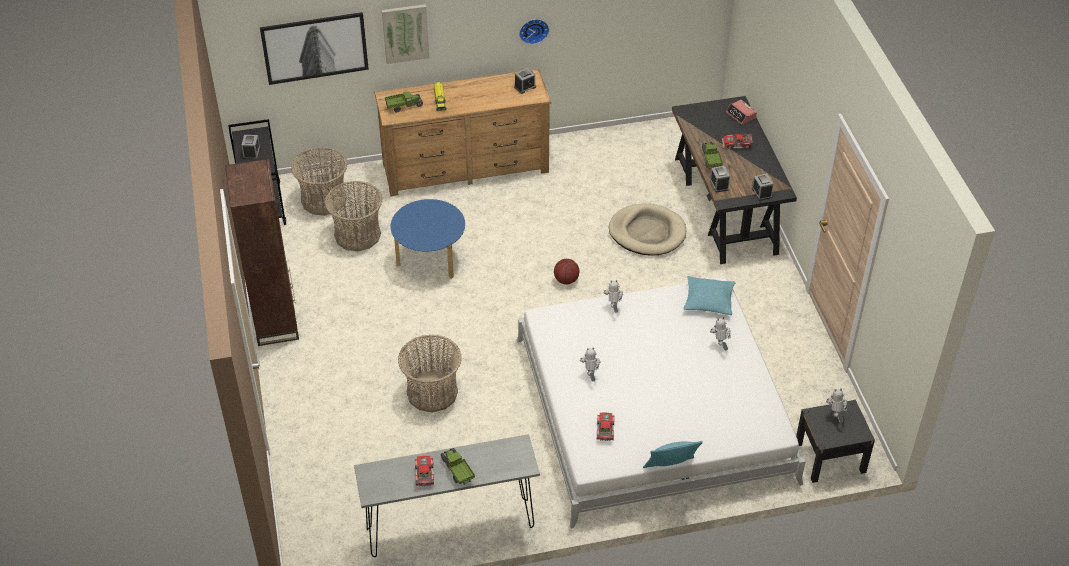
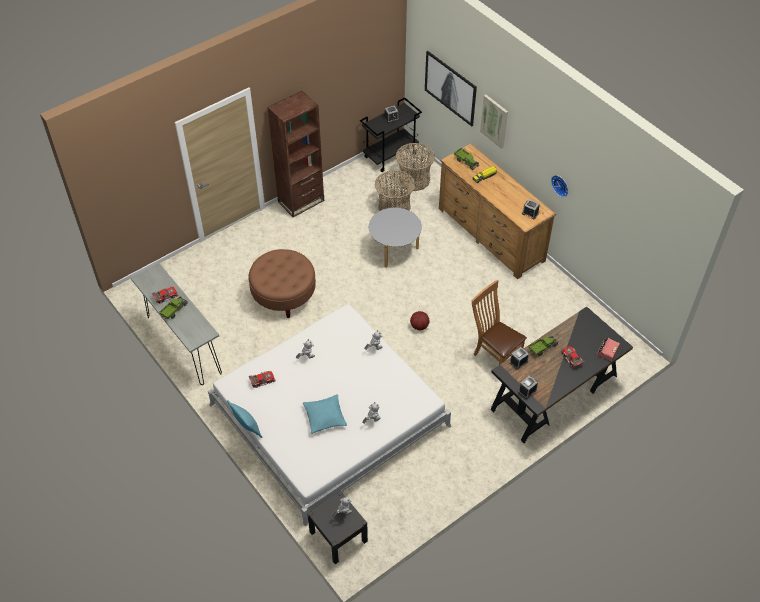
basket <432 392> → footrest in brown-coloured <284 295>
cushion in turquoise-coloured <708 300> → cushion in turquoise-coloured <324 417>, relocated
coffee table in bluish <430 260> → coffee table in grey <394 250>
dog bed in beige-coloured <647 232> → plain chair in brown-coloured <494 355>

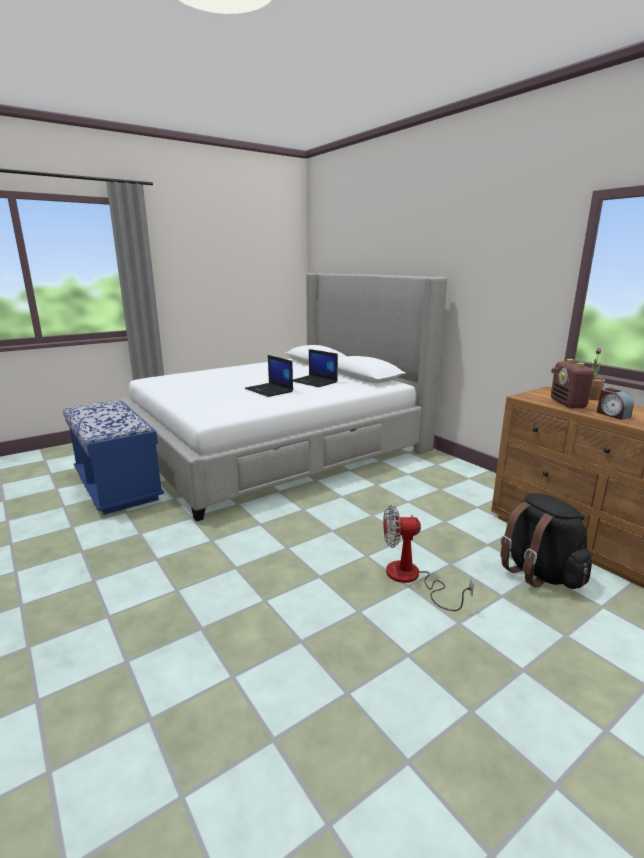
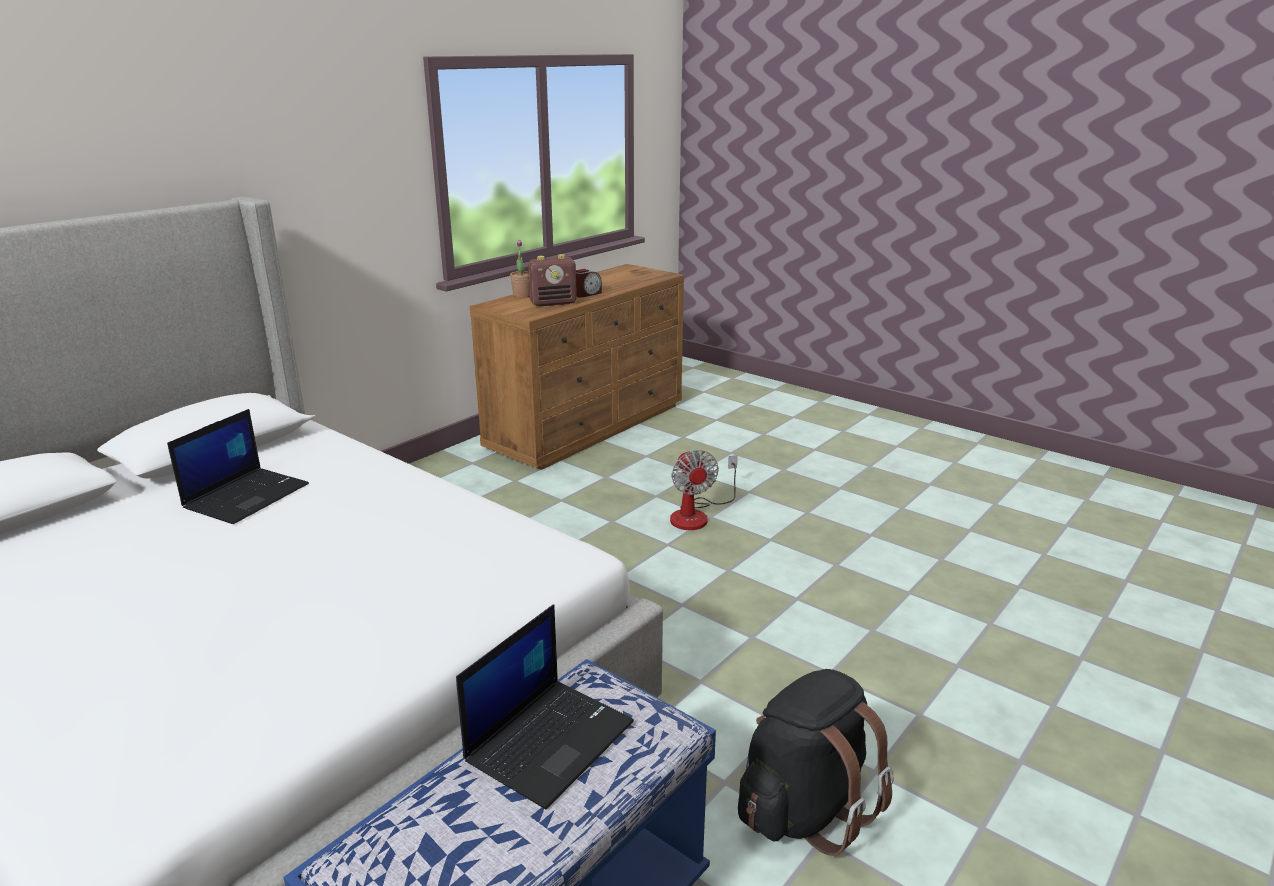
portable computer <269 390> → portable computer <550 739>, relocated
backpack in blackish <539 573> → backpack in blackish <804 809>, relocated

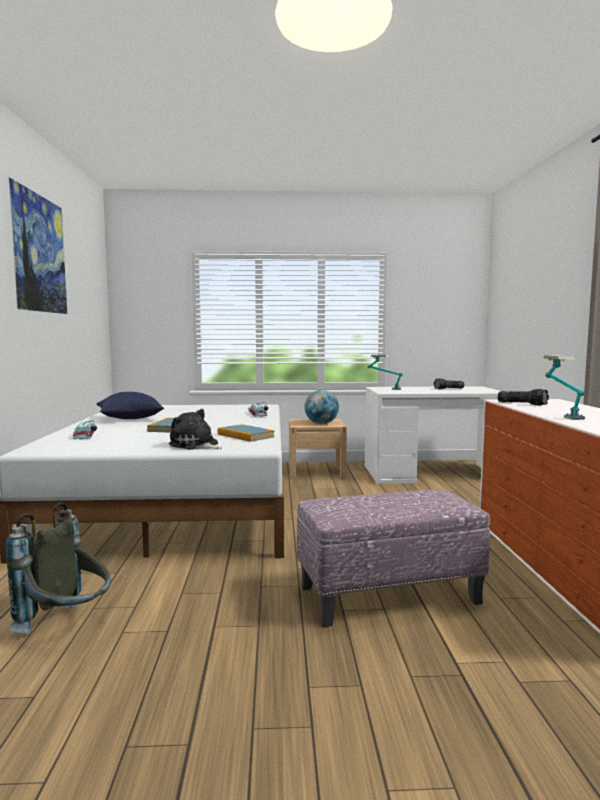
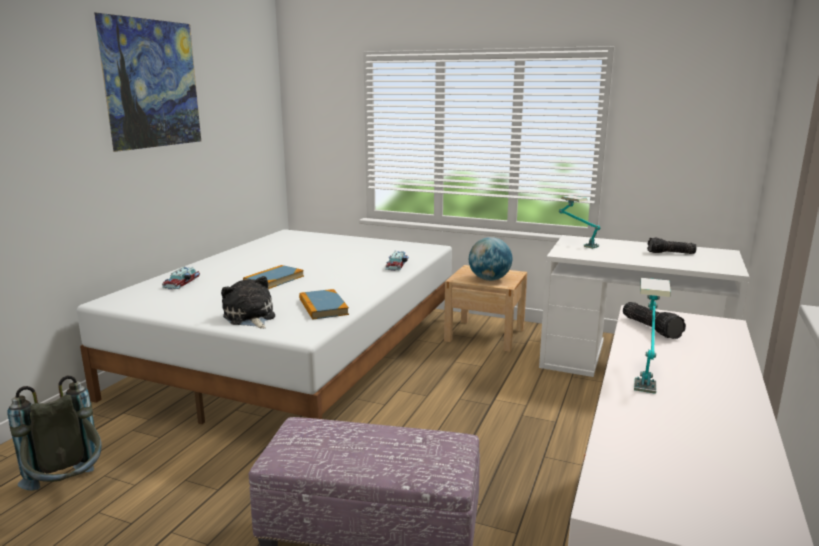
cushion in bluish <129 419> → -

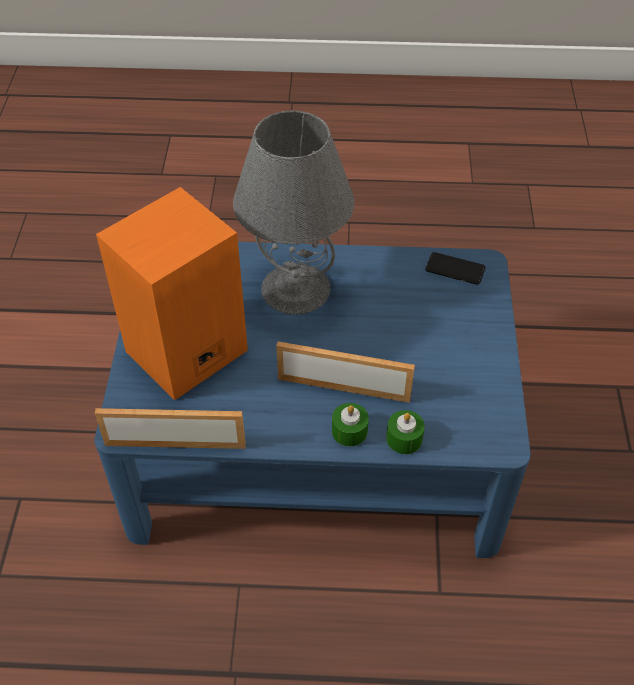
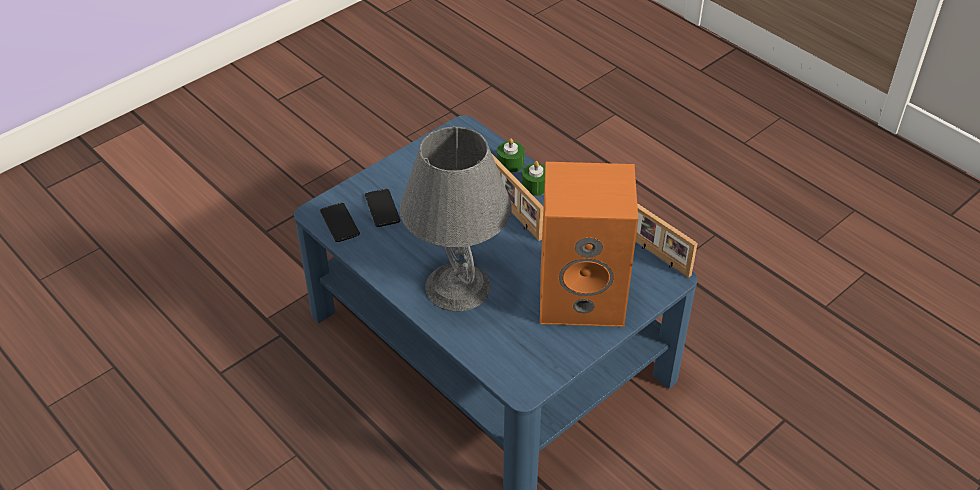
- → telephone <382 208>

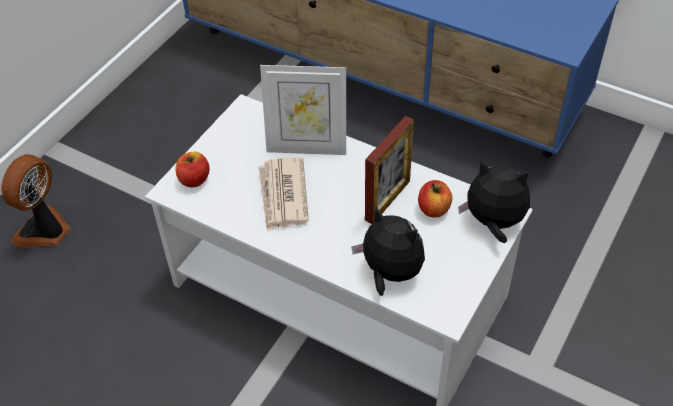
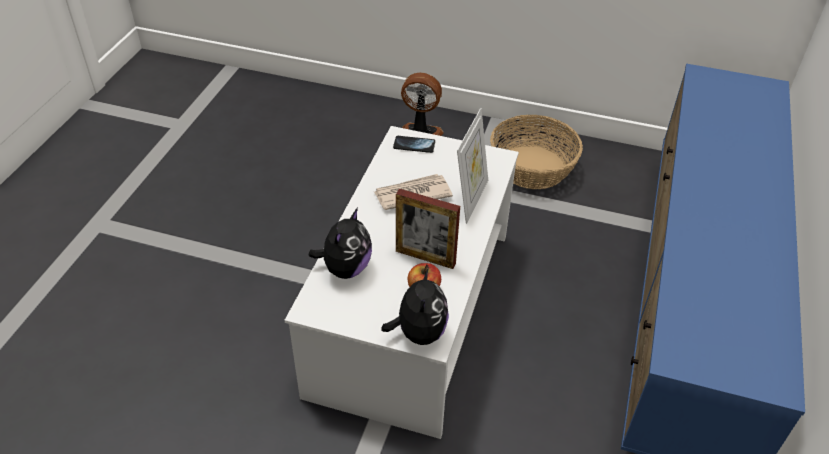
apple <194 179> → telephone <414 145>
standing frame <307 147> → standing frame <470 199>, 150 degrees counterclockwise
- → basket <533 167>

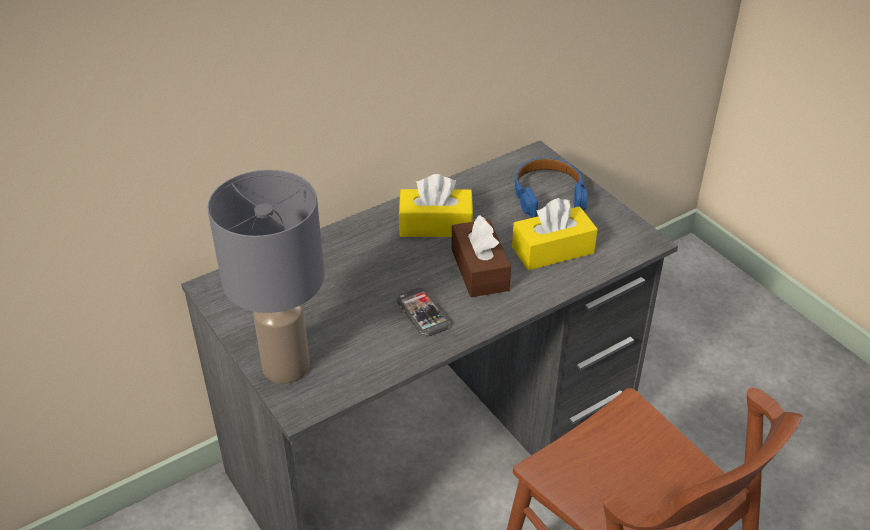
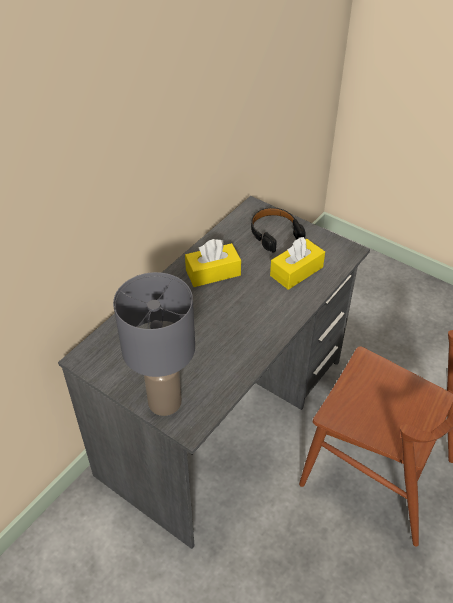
headset in bluish <548 195> → headset in blackish <274 233>
telephone <422 313> → -
box of tissues in brown-coloured <479 269> → -

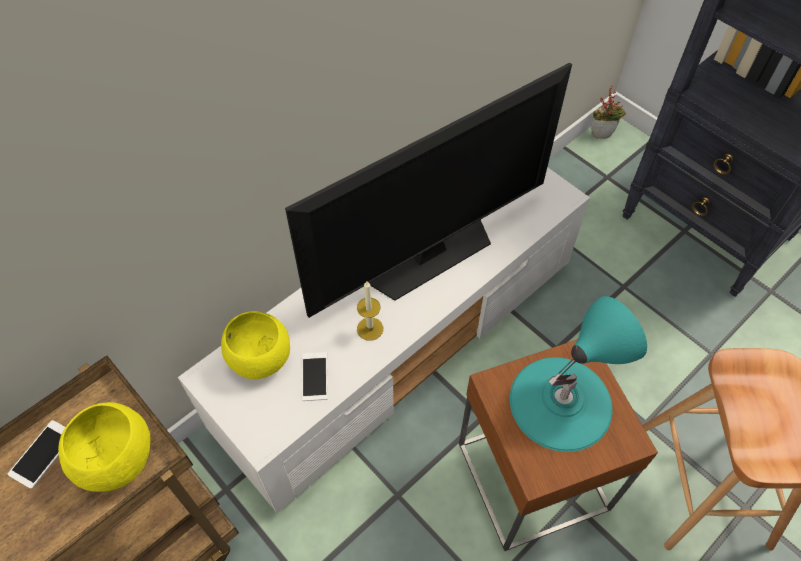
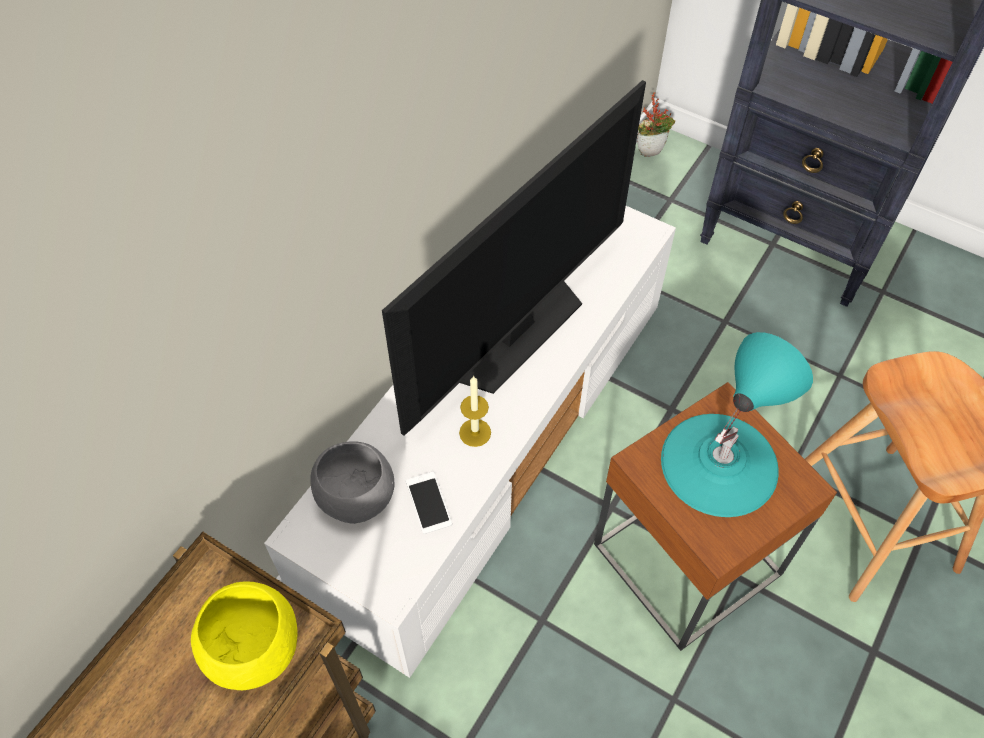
serving bowl in yellow-coloured <260 358> → serving bowl in grey <357 497>
telephone <42 454> → -

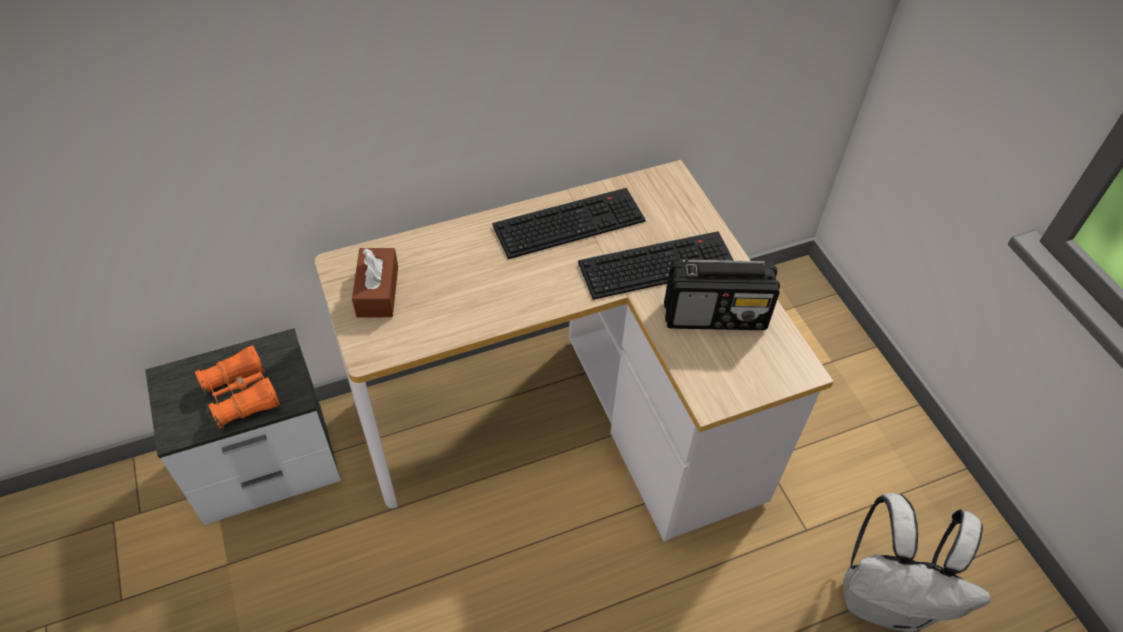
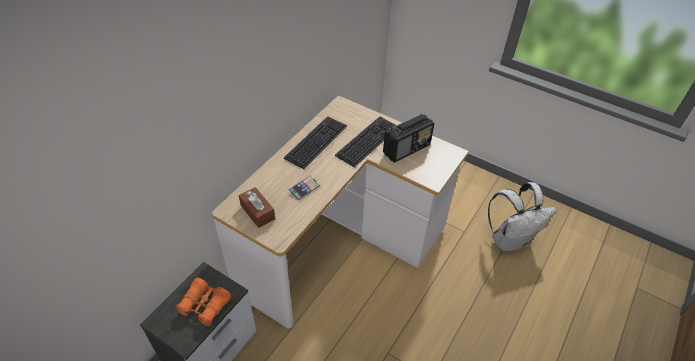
- → telephone <304 189>

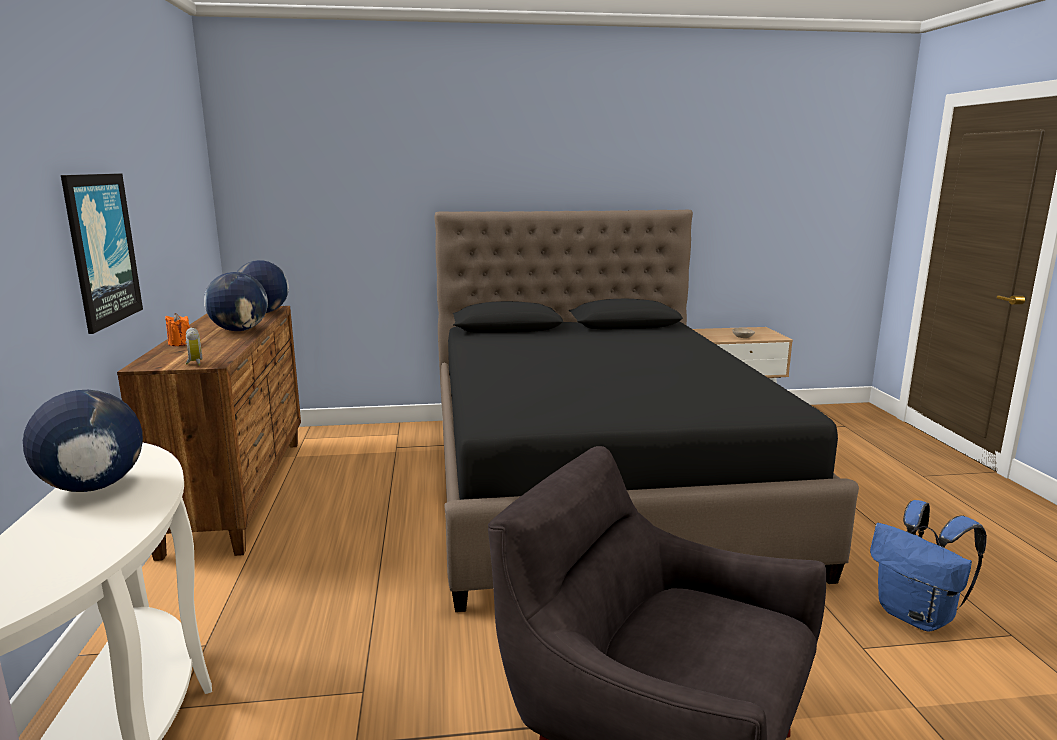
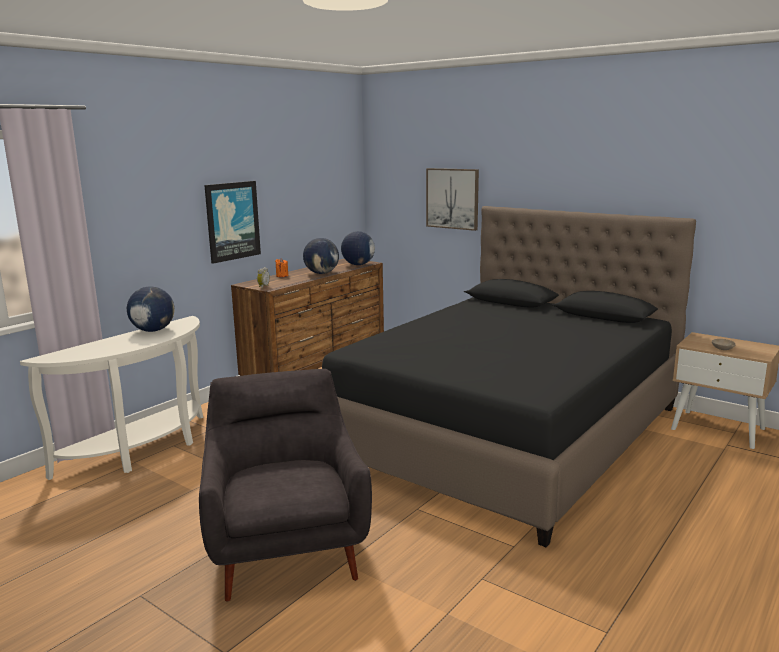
- → wall picture <452 198>
backpack in bluish <917 616> → -

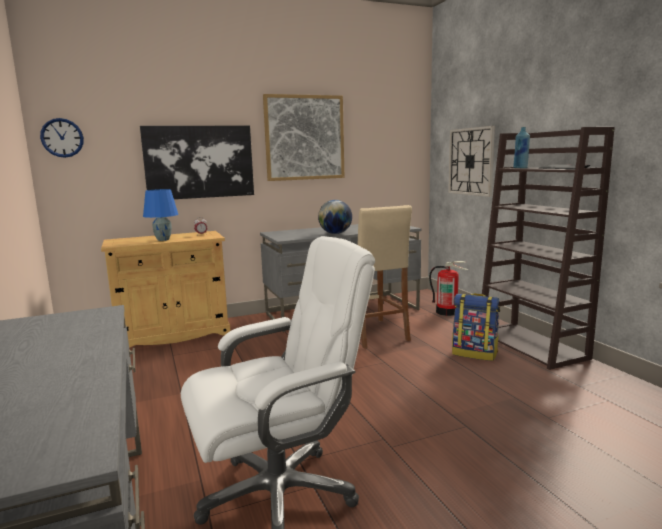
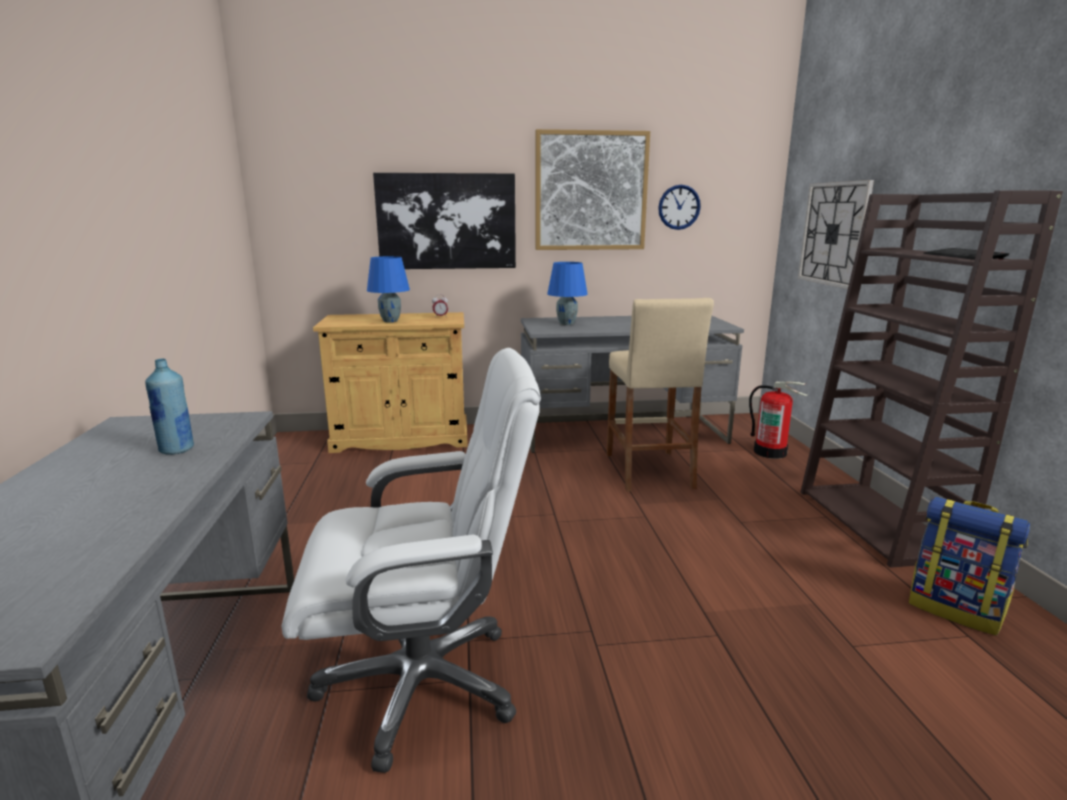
beverage bottle in bluish <520 168> → beverage bottle in bluish <176 450>, relocated
- → lamp for a table in bluish <567 323>
wall clock <62 138> → wall clock <679 207>, relocated
backpack <475 353> → backpack <956 609>, relocated
world globe <335 233> → -

